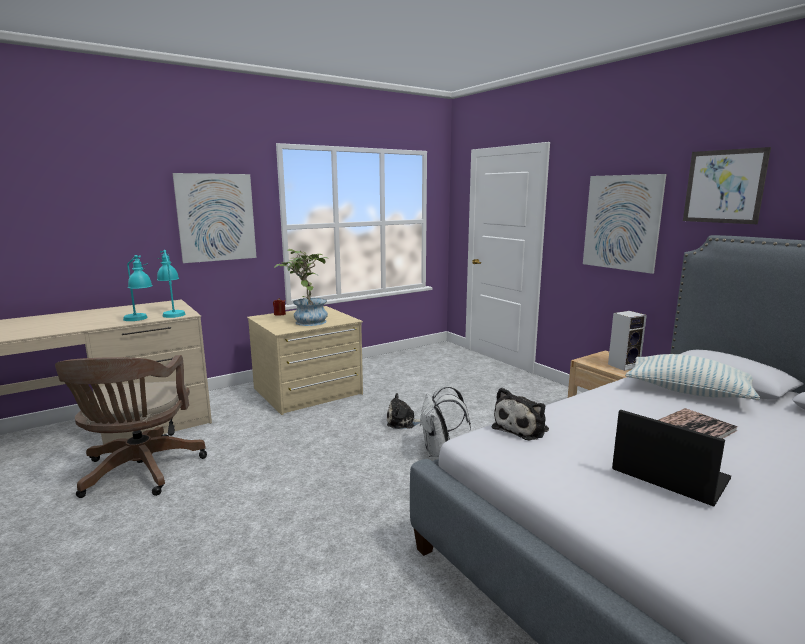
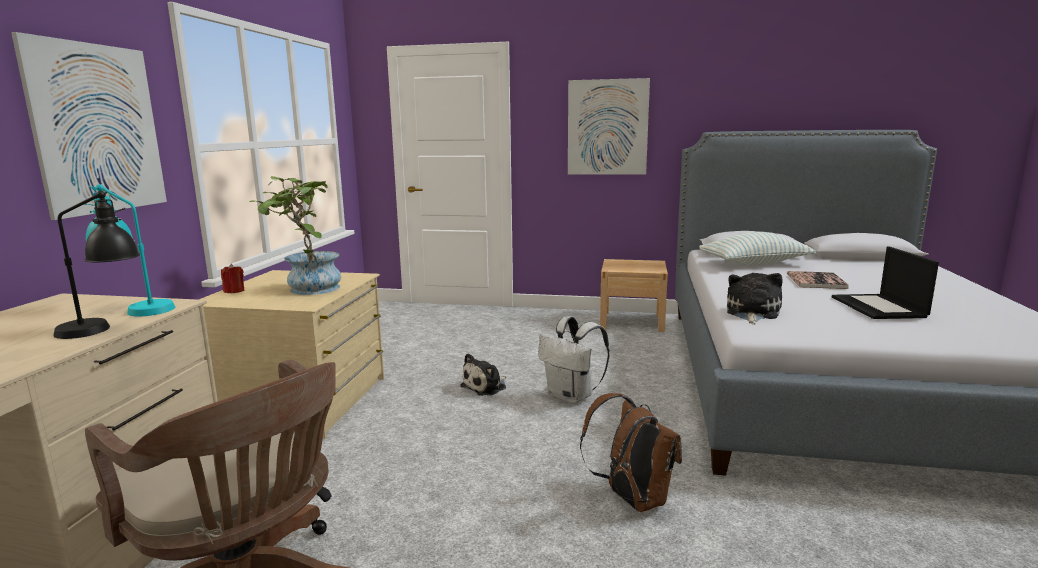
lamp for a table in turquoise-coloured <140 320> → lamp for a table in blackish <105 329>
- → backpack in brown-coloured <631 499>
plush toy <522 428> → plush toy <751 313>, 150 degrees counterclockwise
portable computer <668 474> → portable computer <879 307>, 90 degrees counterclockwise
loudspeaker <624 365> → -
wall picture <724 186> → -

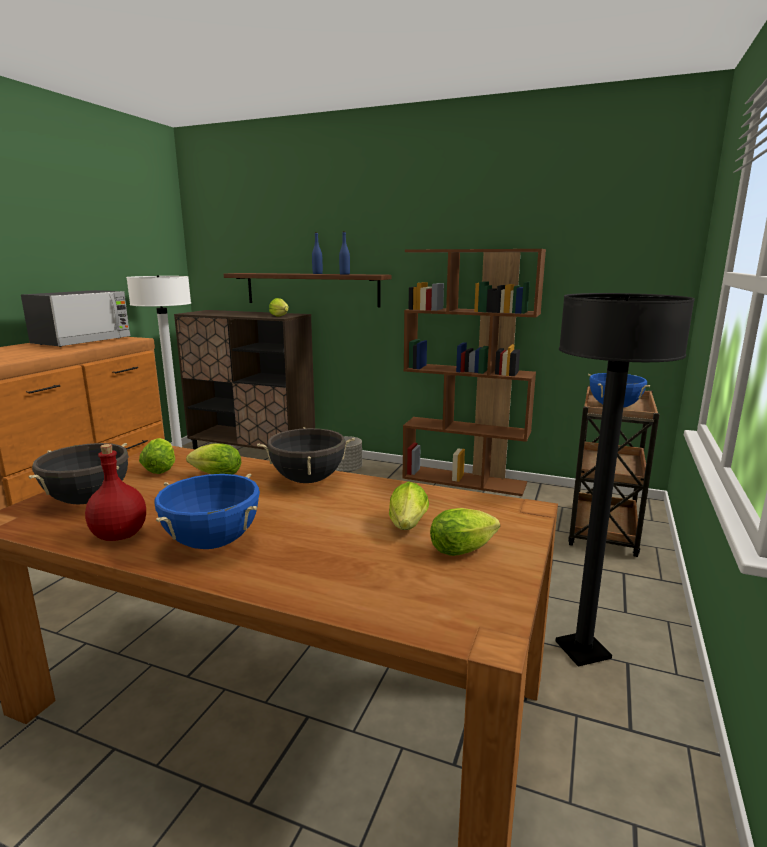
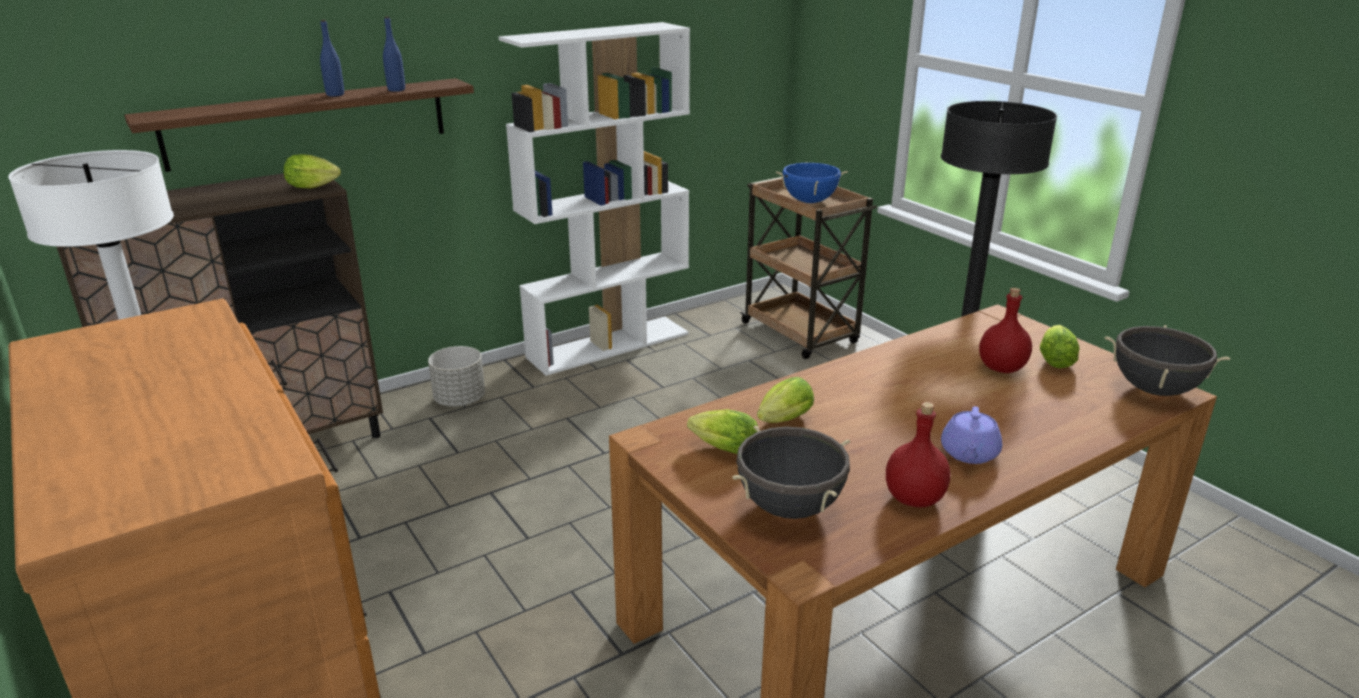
bookshelf in brown-coloured <464 480> → bookshelf in white-coloured <609 345>
cooking pot in bluish <213 543> → teapot in purplish <969 454>
head of lettuce <407 528> → beverage bottle in red <1001 368>
cooking pot in blackish <308 480> → cooking pot in blackish <1154 390>, relocated
microwave <83 341> → -

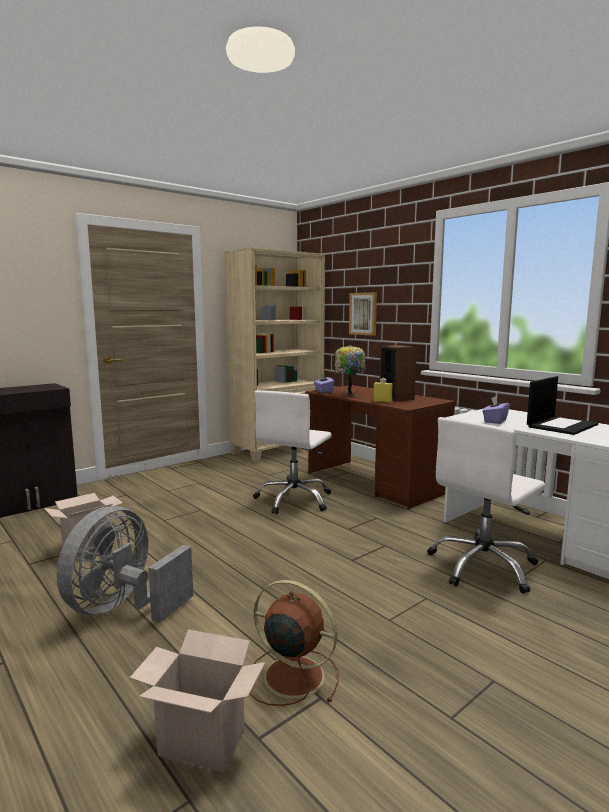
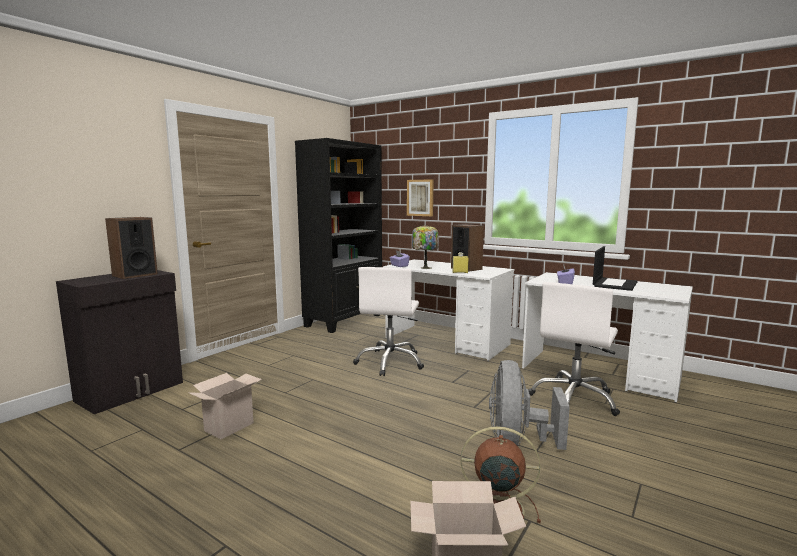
- → loudspeaker <134 275>
bookshelf in beige-coloured <278 450> → bookshelf in blackish <344 320>
desk unit in brown-coloured <375 483> → desk unit in white-coloured <446 341>
electric fan in grey <123 608> → electric fan in grey <517 444>, relocated

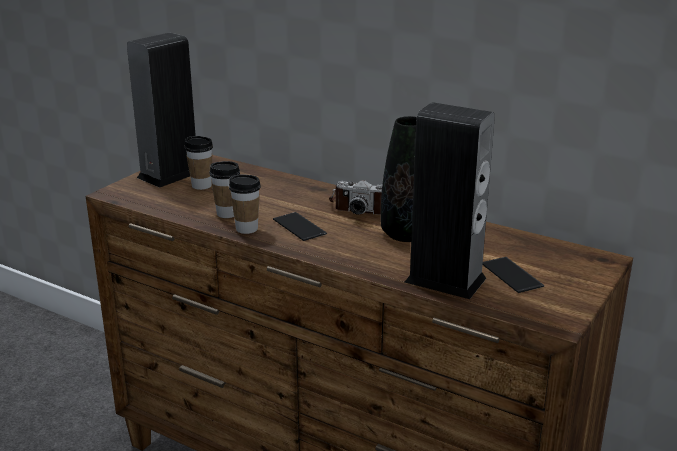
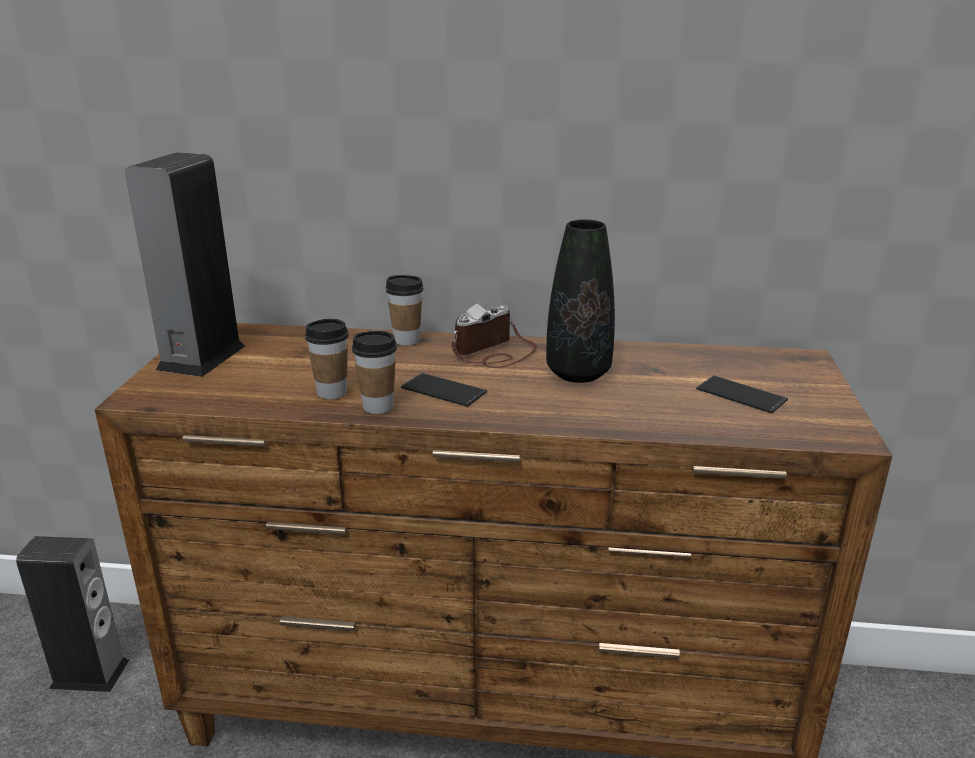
loudspeaker <445 280> → loudspeaker <90 674>, relocated
cup <201 185> → cup <406 340>, relocated
still camera <361 207> → still camera <494 352>, 150 degrees clockwise

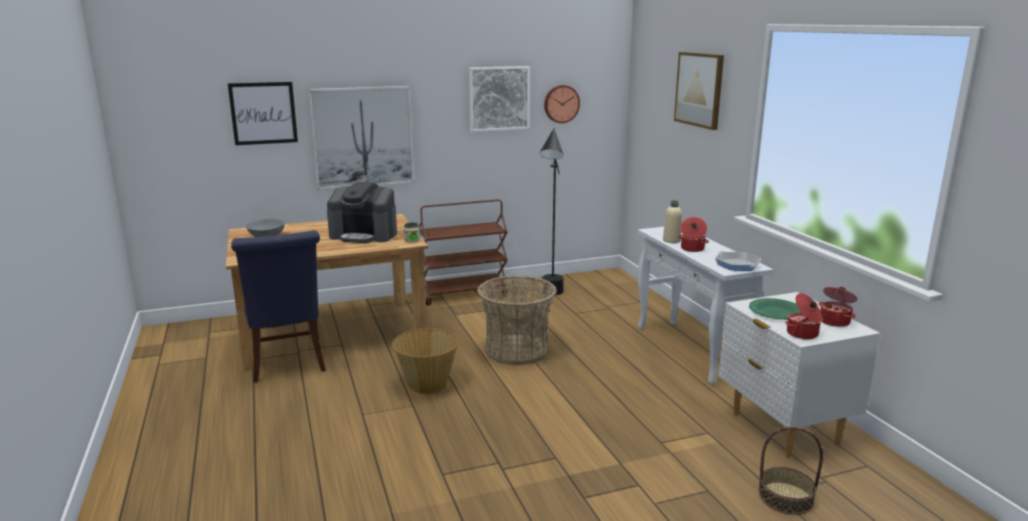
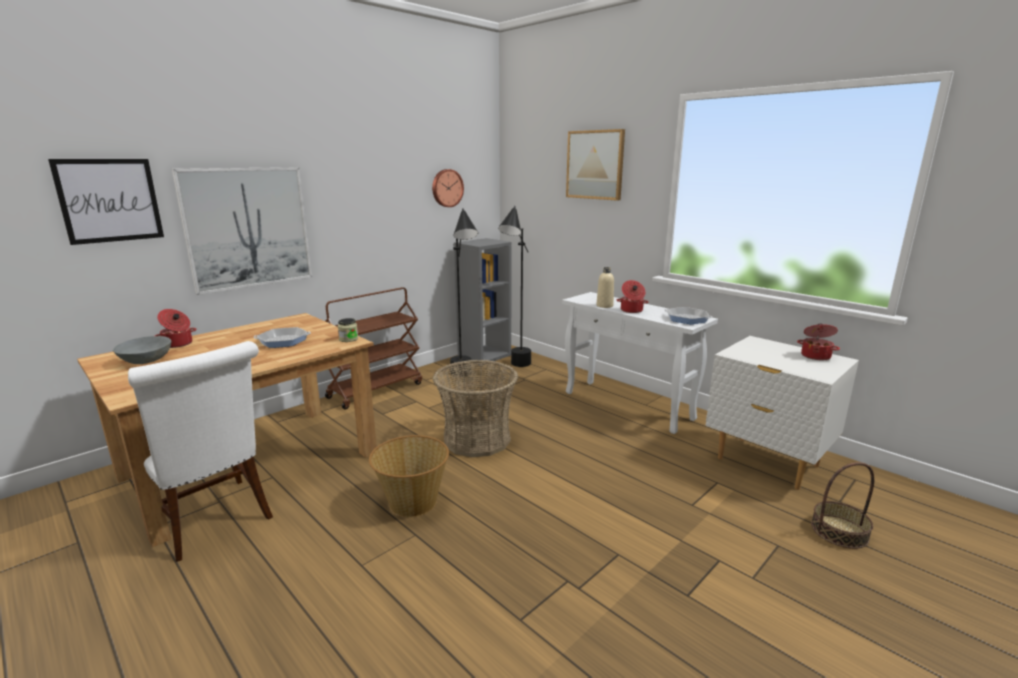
plain chair in bluish <288 364> → plain chair in white-coloured <214 521>
cooking pot <803 334> → cooking pot <178 344>, relocated
coffee brewer <364 235> → pan <283 341>
- → bookshelf in grey <484 355>
- → standard lamp in blackish <516 369>
wall picture <499 98> → -
plate in green-coloured <776 312> → -

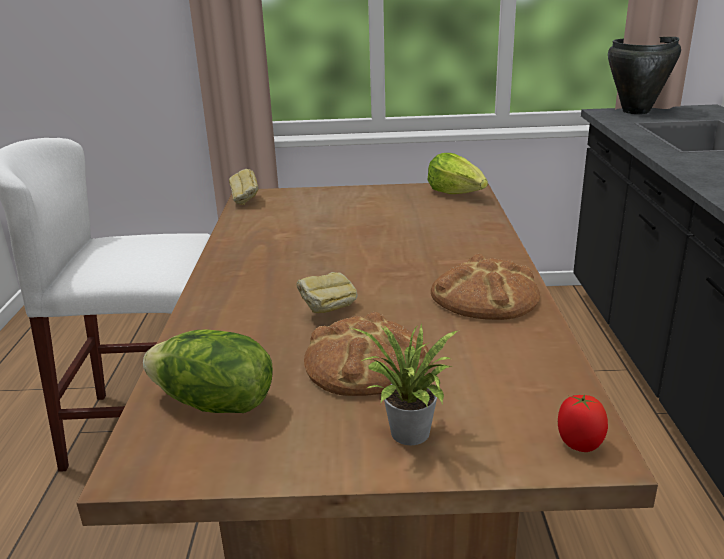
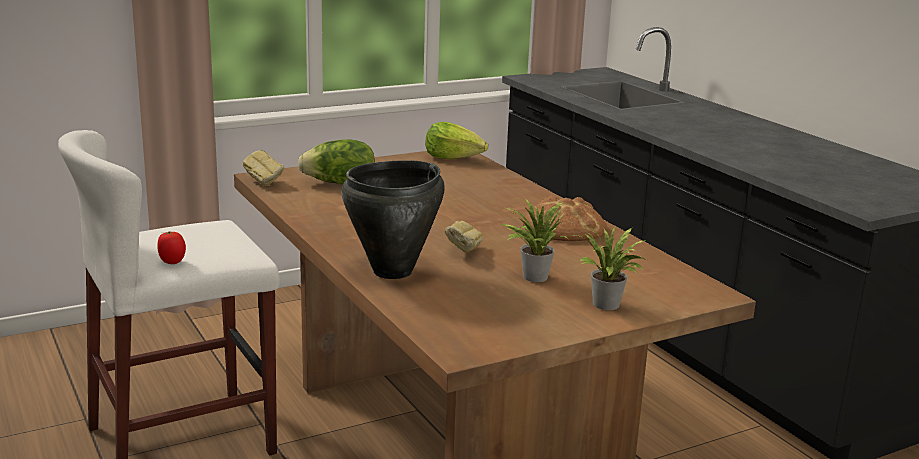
tomato <578 444> → tomato <172 262>, relocated
head of lettuce <214 404> → head of lettuce <340 183>, relocated
cooking pot in blackish <636 111> → cooking pot in blackish <393 271>, relocated
baked bread <365 362> → houseplant <532 276>

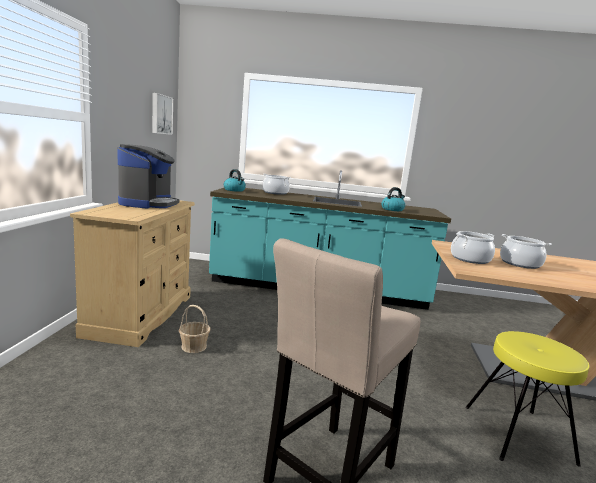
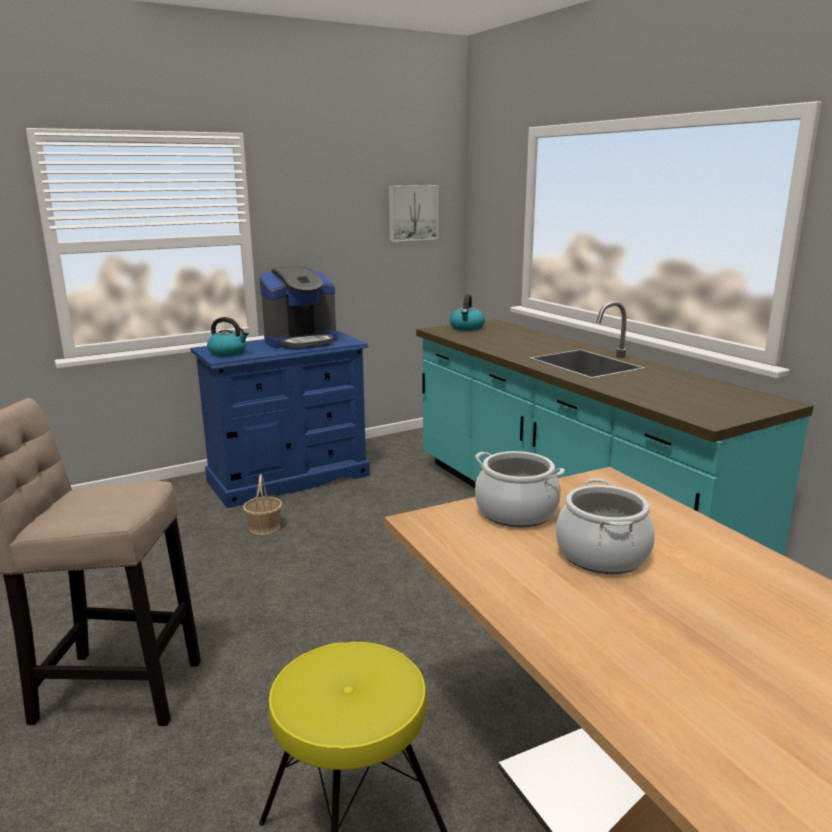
drawer chest in beige-coloured <141 314> → drawer chest in bluish <289 478>
kettle <392 209> → kettle <228 353>, relocated
cooking pot <275 193> → -

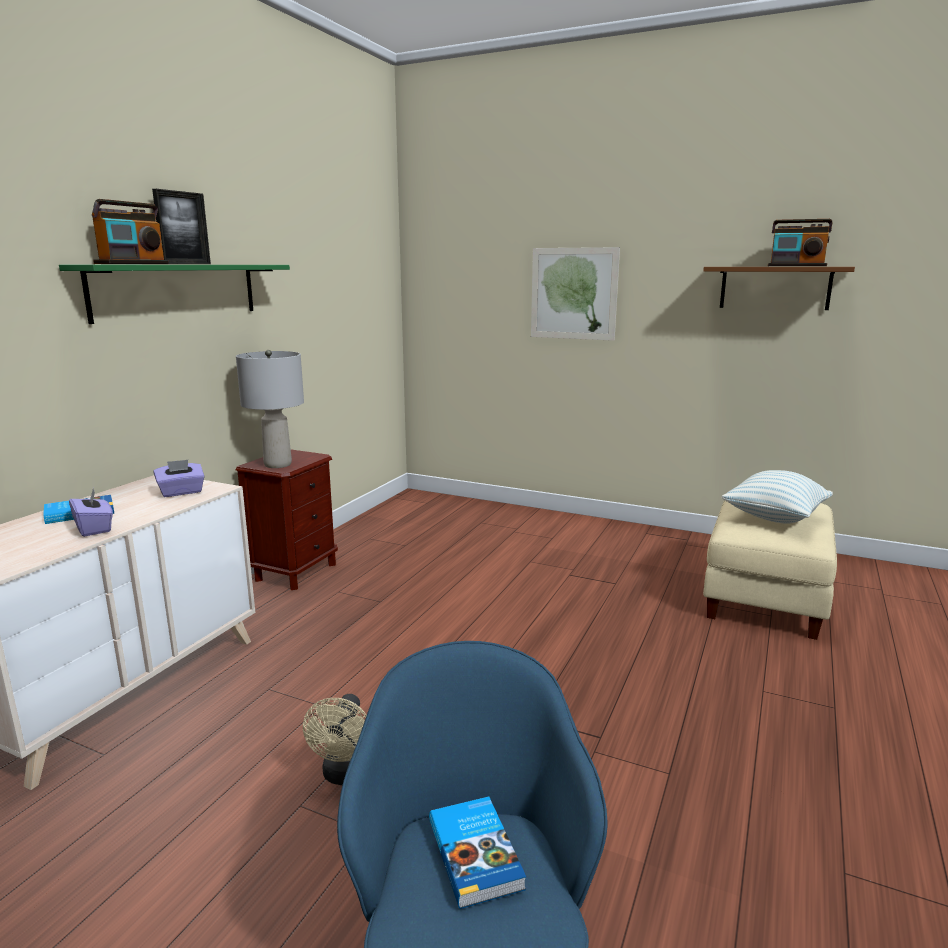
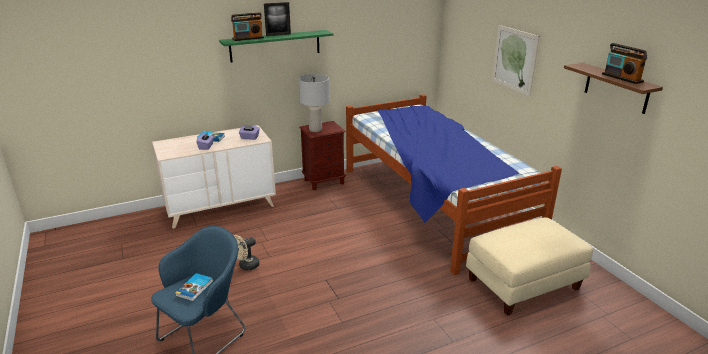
- → sleeping bed <432 204>
cushion <774 518> → -

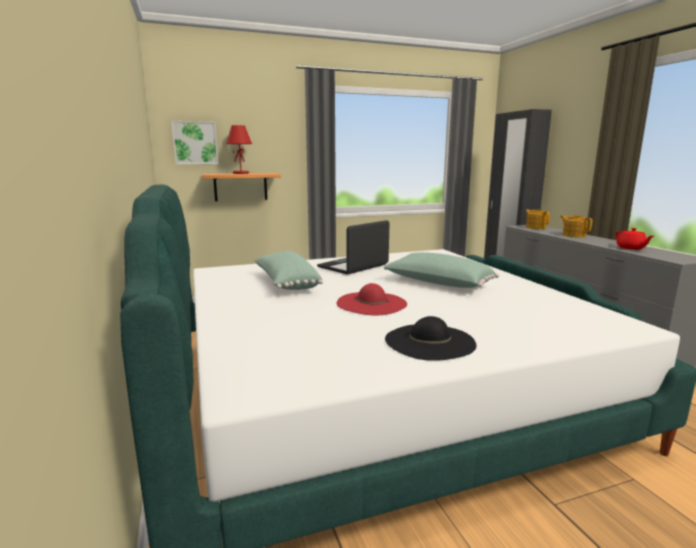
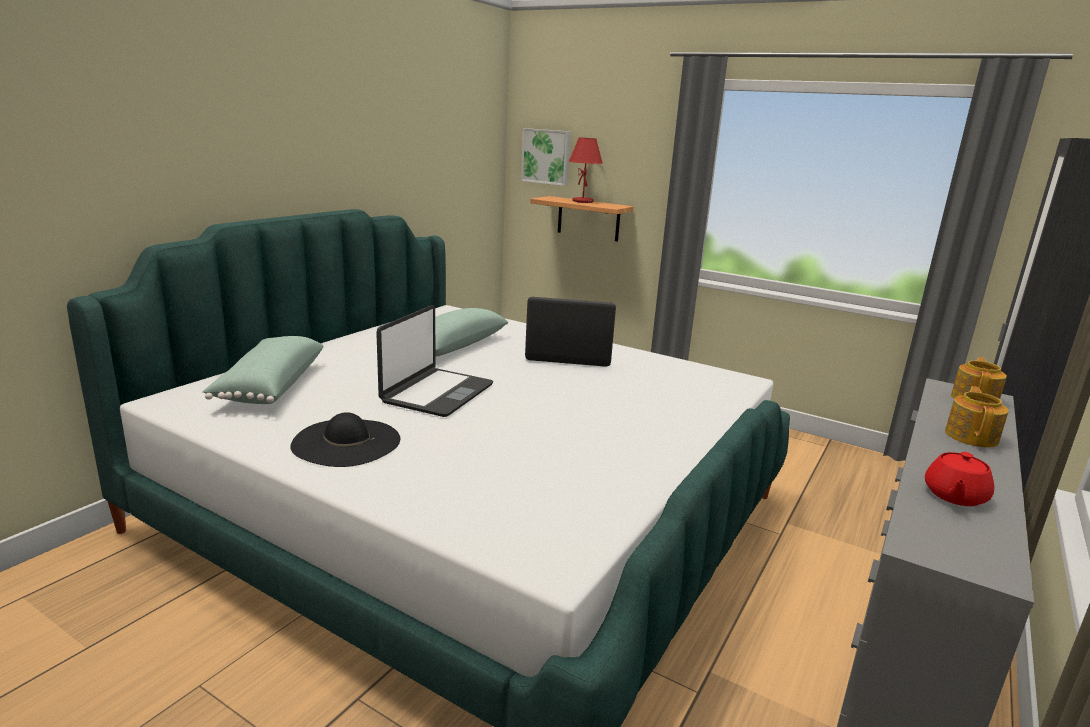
cushion in green-coloured <438 284> → cushion in green-coloured <269 386>, relocated
wearable hat in red <371 303> → portable computer <436 393>

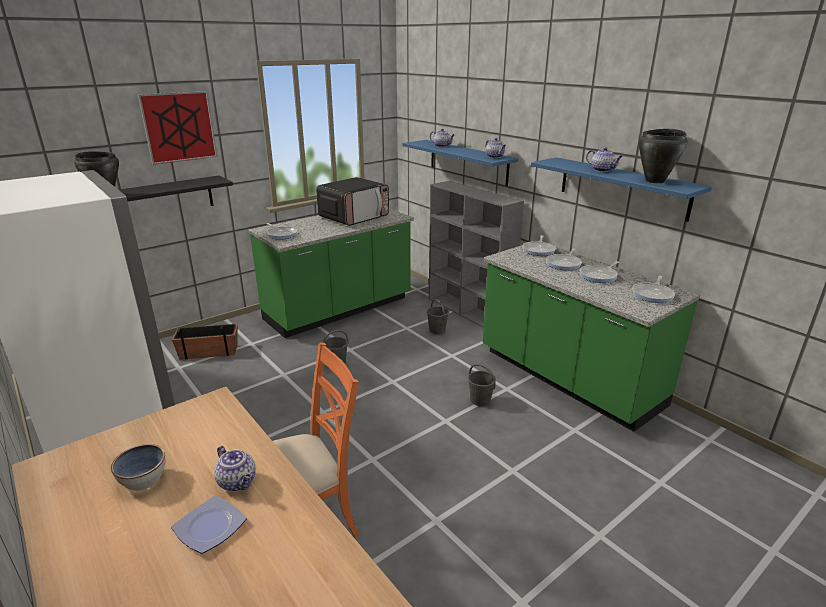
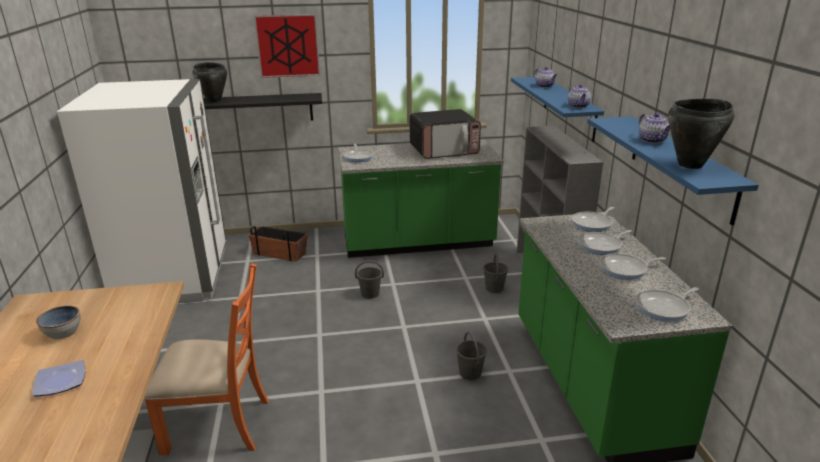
teapot <238 482> → -

